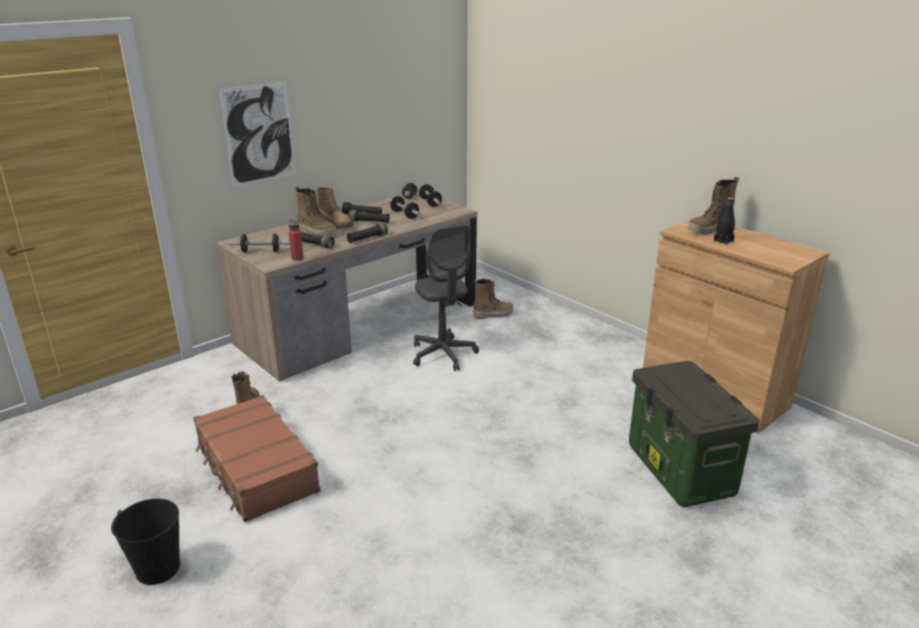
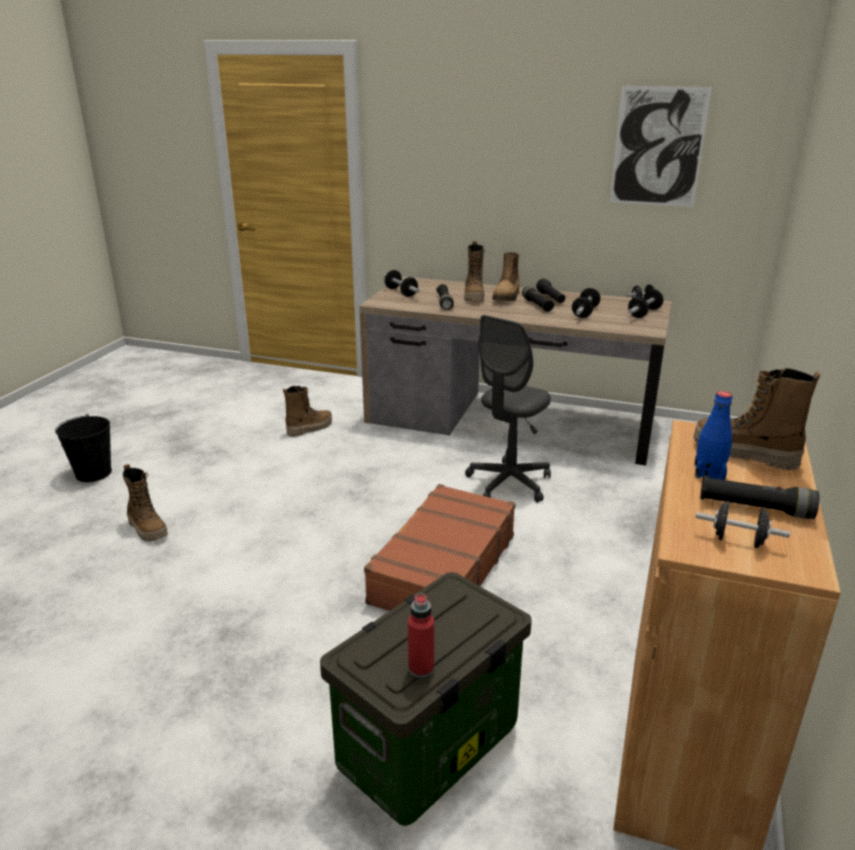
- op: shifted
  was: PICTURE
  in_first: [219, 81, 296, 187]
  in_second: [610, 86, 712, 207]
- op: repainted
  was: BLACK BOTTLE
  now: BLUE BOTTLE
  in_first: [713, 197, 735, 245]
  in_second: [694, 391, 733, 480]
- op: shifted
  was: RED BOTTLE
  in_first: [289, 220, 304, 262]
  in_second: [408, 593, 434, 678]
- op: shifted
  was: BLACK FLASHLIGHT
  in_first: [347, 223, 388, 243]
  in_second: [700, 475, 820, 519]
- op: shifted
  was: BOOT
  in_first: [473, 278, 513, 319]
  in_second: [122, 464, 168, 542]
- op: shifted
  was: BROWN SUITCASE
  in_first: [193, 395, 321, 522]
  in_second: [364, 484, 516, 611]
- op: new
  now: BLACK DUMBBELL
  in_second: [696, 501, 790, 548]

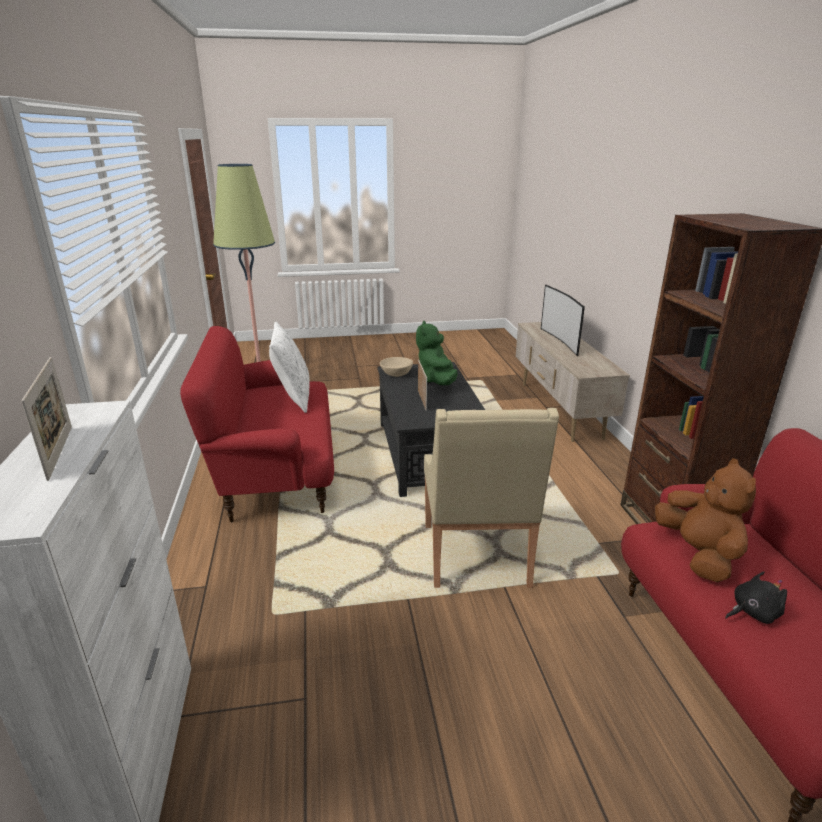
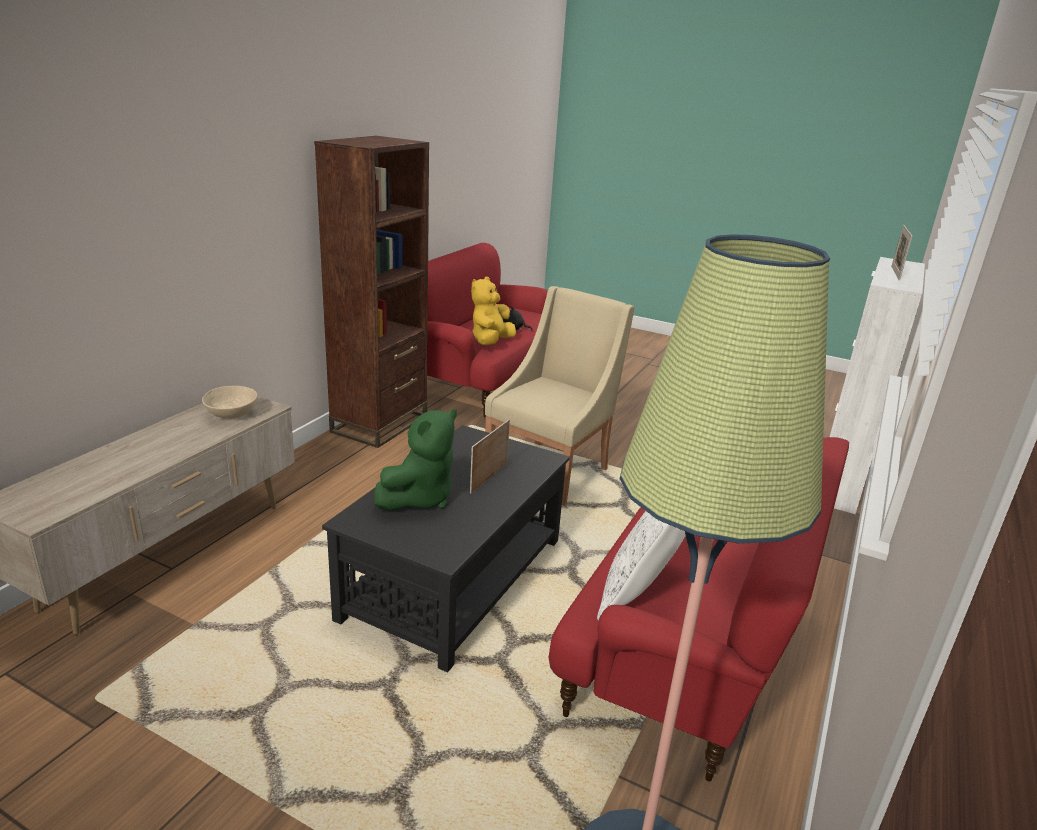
- op: gone
  was: TELEVISION
  in_first: [541, 285, 585, 356]
- op: shifted
  was: BEIGE BOWL
  in_first: [380, 357, 413, 377]
  in_second: [202, 386, 257, 419]
- op: repainted
  was: BROWN PLUSH TOY
  now: YELLOW PLUSH TOY
  in_first: [655, 458, 756, 583]
  in_second: [471, 277, 516, 345]

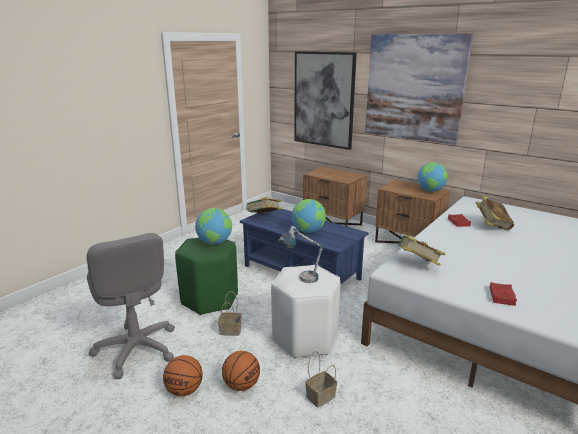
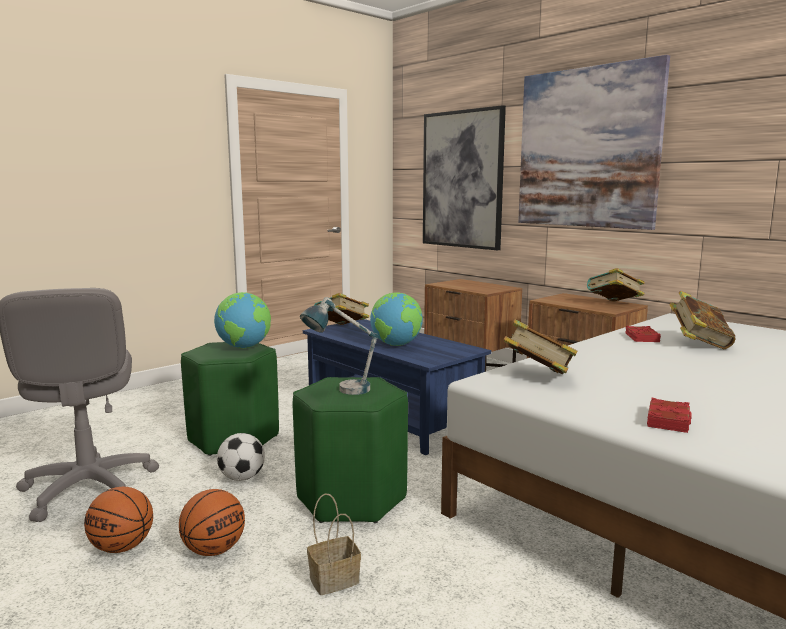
- op: swapped
  was: GLOBE
  now: BOOK
  in_first: [417, 162, 448, 192]
  in_second: [587, 268, 645, 302]
- op: repainted
  was: WHITE STOOL
  now: GREEN STOOL
  in_first: [271, 265, 341, 358]
  in_second: [293, 377, 408, 523]
- op: swapped
  was: BASKET
  now: FOOTBALL
  in_first: [218, 291, 242, 336]
  in_second: [217, 433, 265, 481]

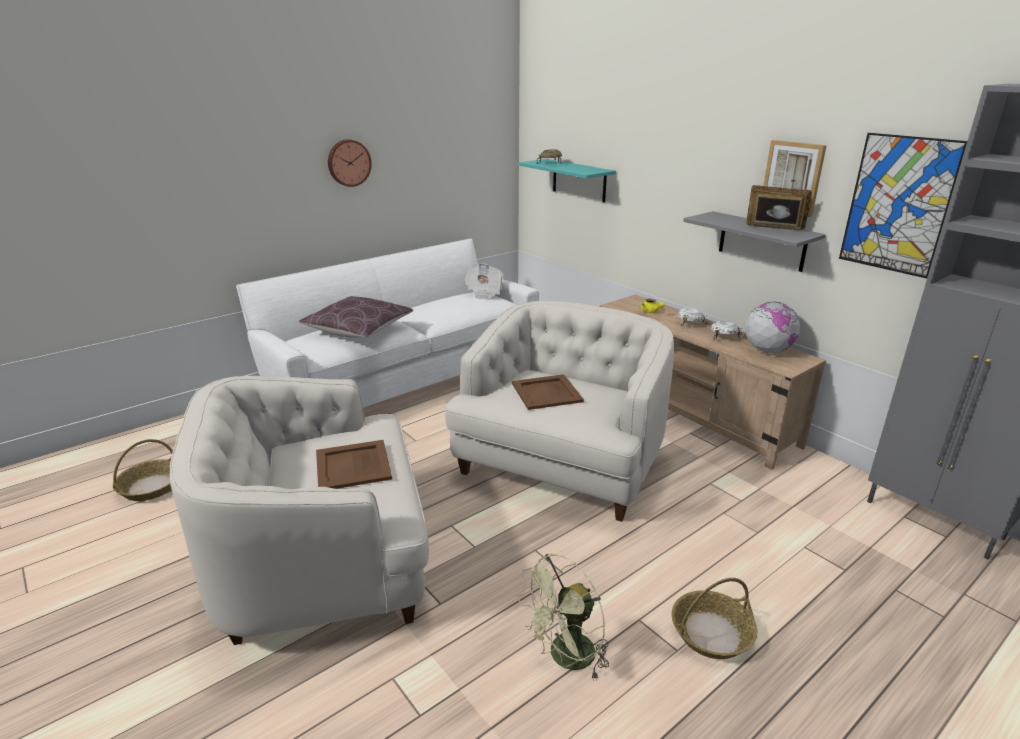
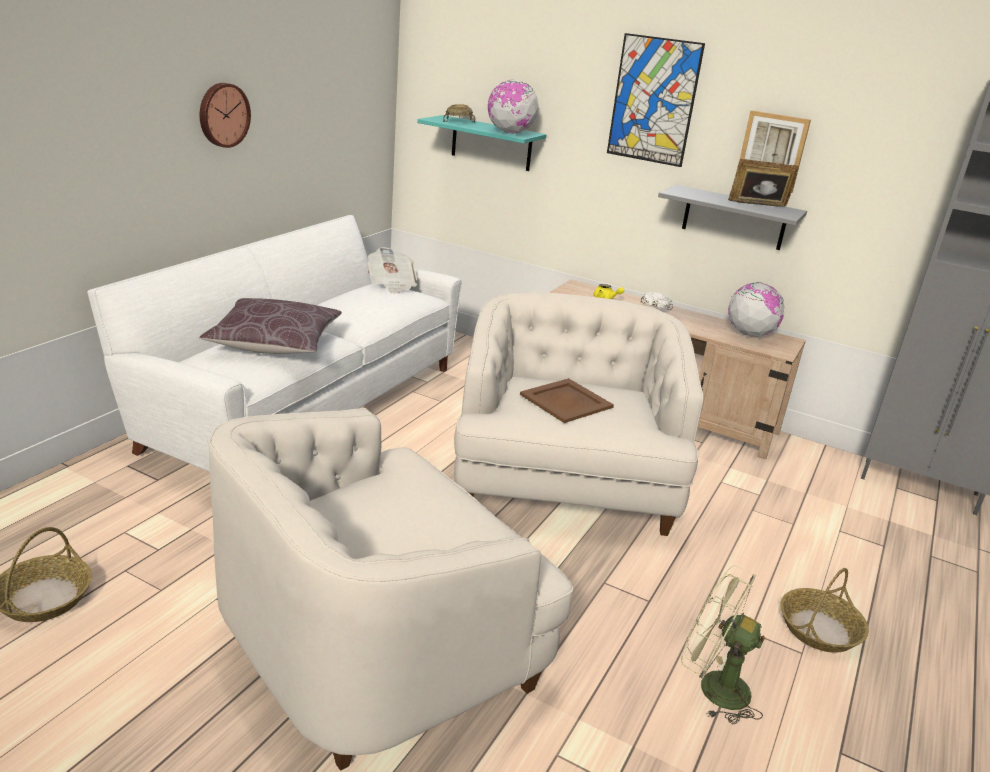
- op: shifted
  was: PICTURE
  in_first: [839, 133, 967, 279]
  in_second: [607, 33, 705, 167]
- op: gone
  was: WHITE BOWL
  in_first: [711, 321, 744, 340]
- op: gone
  was: BROWN TRAY
  in_first: [316, 440, 392, 489]
- op: rotated
  was: GREEN FAN
  in_first: [517, 554, 609, 681]
  in_second: [681, 565, 765, 724]
  clockwise: 90
- op: new
  now: GLOBE
  in_second: [487, 80, 539, 133]

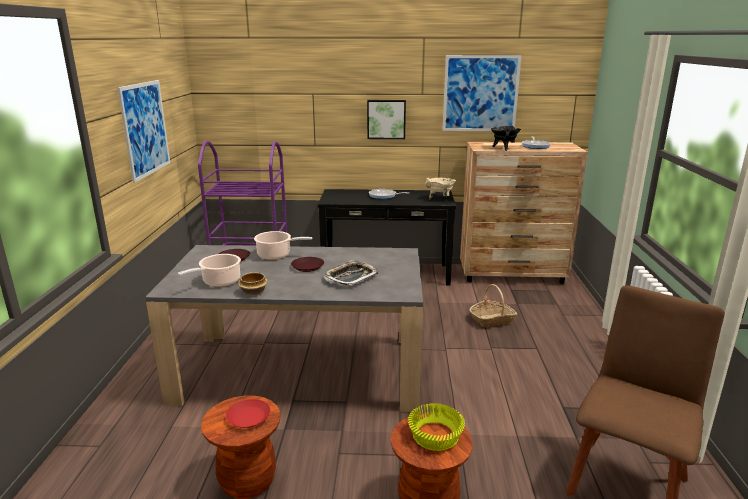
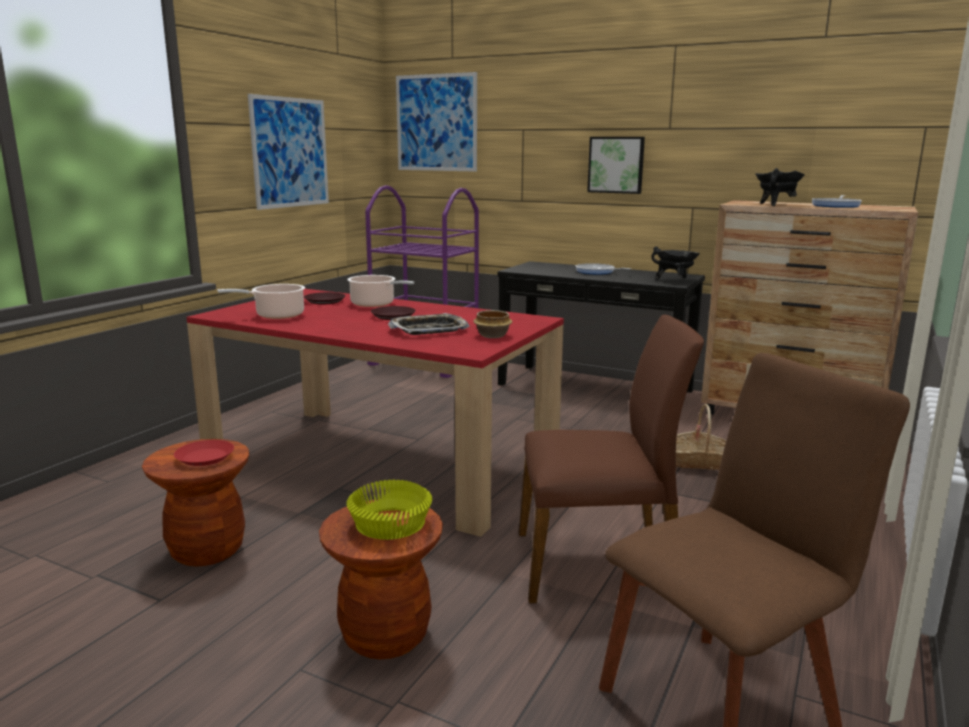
- op: shifted
  was: PICTURE
  in_first: [442, 55, 522, 131]
  in_second: [396, 72, 477, 172]
- op: repainted
  was: BEIGE COOKING POT
  now: BLACK COOKING POT
  in_first: [425, 178, 456, 199]
  in_second: [651, 246, 700, 280]
- op: repainted
  was: GREY DINING TABLE
  now: RED DINING TABLE
  in_first: [145, 245, 423, 412]
  in_second: [187, 289, 564, 537]
- op: shifted
  was: BOWL
  in_first: [238, 272, 268, 296]
  in_second: [473, 310, 512, 338]
- op: new
  now: BROWN CHAIR
  in_second: [519, 315, 704, 603]

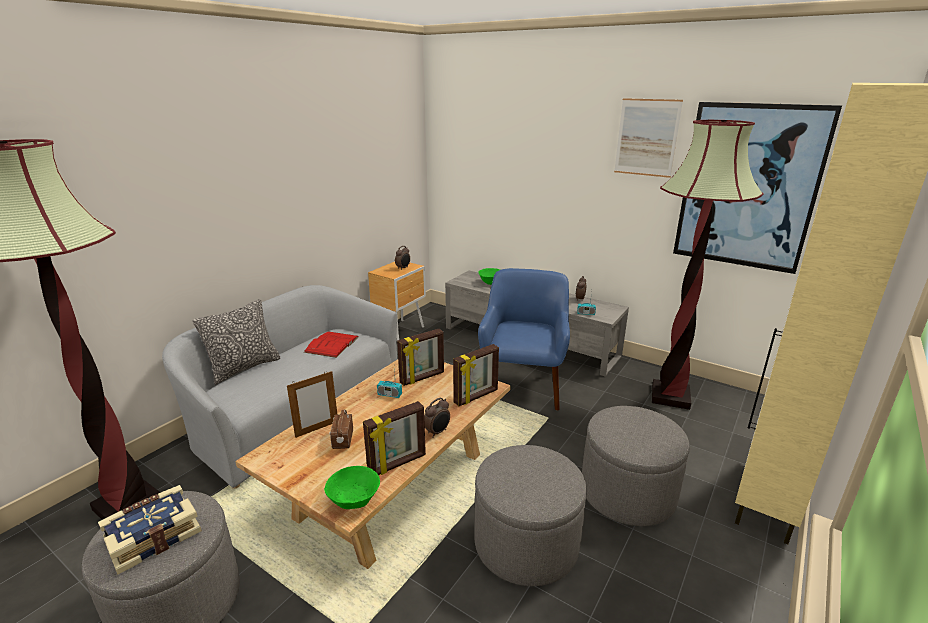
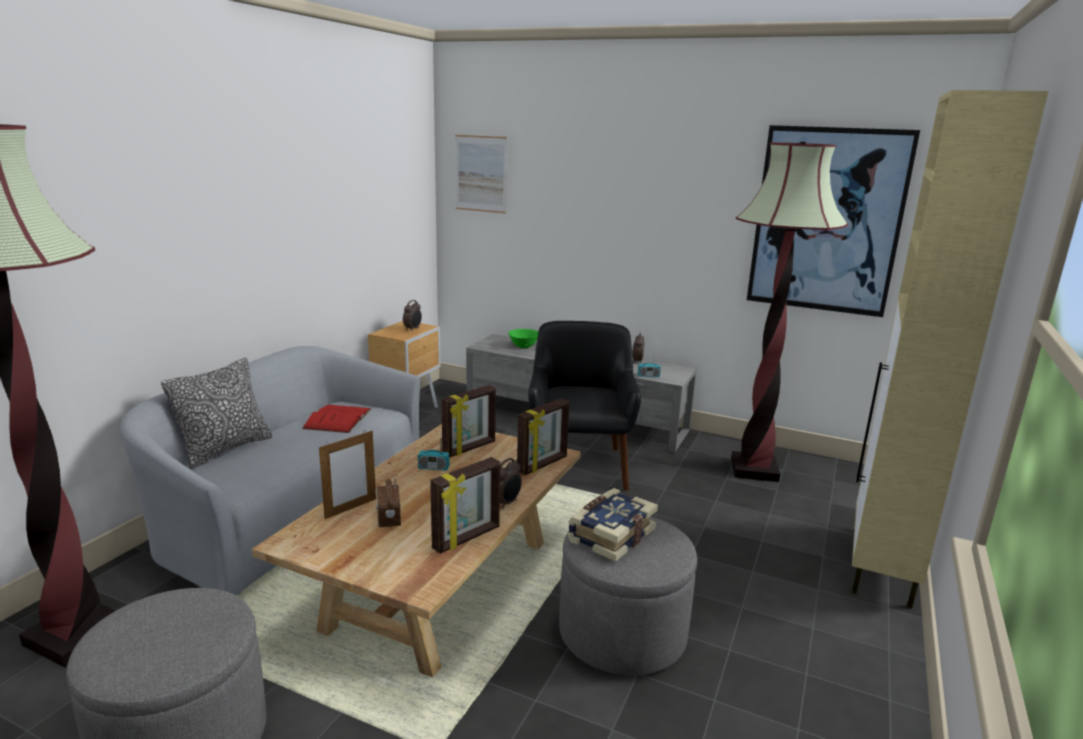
- op: shifted
  was: PICTURE
  in_first: [614, 98, 683, 178]
  in_second: [455, 135, 507, 213]
- op: repainted
  was: BLUE ARMCHAIR
  now: BLACK ARMCHAIR
  in_first: [478, 268, 570, 411]
  in_second: [528, 321, 641, 491]
- op: gone
  was: GREY OTTOMAN
  in_first: [582, 406, 690, 526]
- op: gone
  was: GREEN BOWL
  in_first: [324, 466, 380, 509]
- op: shifted
  was: BOOK
  in_first: [98, 485, 202, 575]
  in_second: [568, 488, 658, 562]

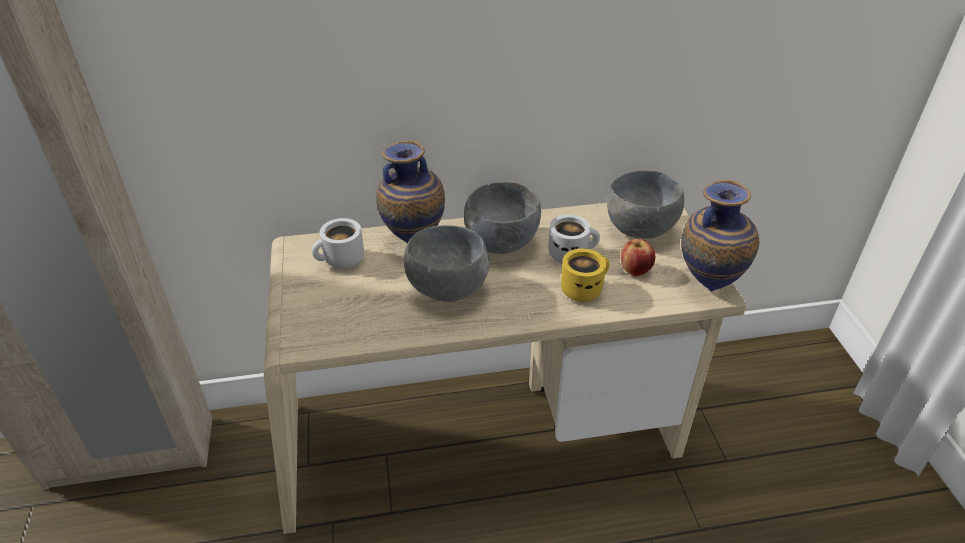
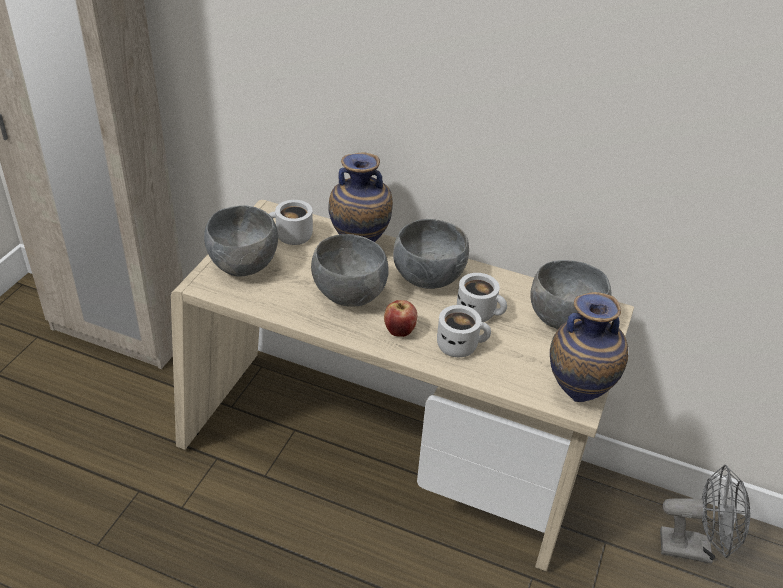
- op: shifted
  was: APPLE
  in_first: [621, 239, 655, 276]
  in_second: [384, 300, 417, 337]
- op: repainted
  was: YELLOW MUG
  now: WHITE MUG
  in_first: [561, 248, 610, 302]
  in_second: [437, 305, 491, 357]
- op: new
  now: GREY BOWL
  in_second: [204, 205, 278, 277]
- op: new
  now: GREY FAN
  in_second: [660, 465, 750, 564]

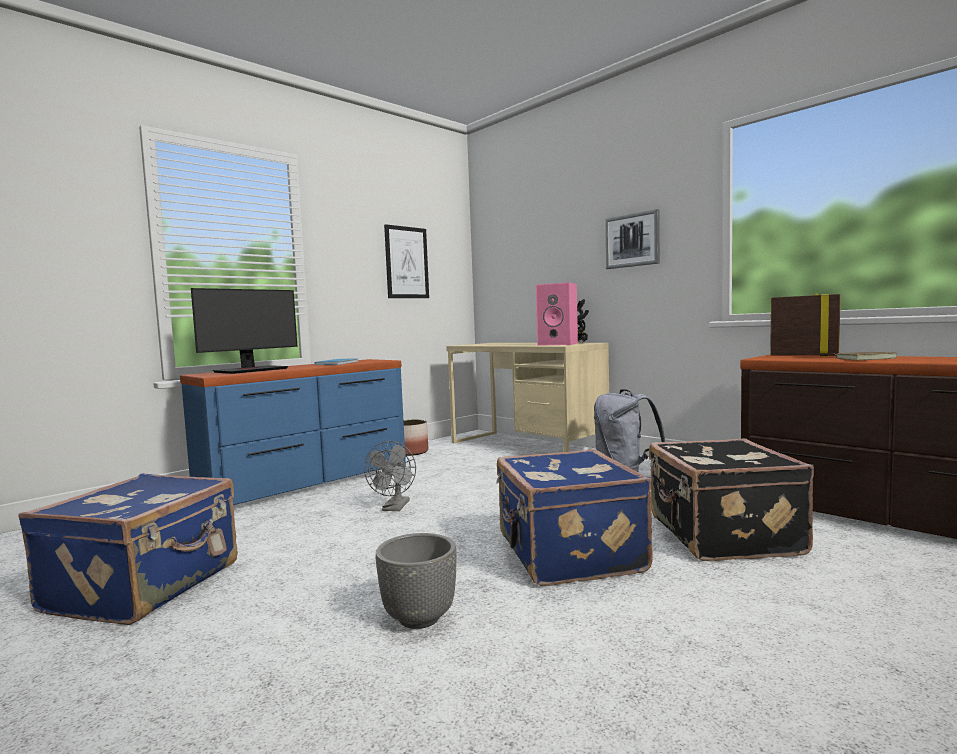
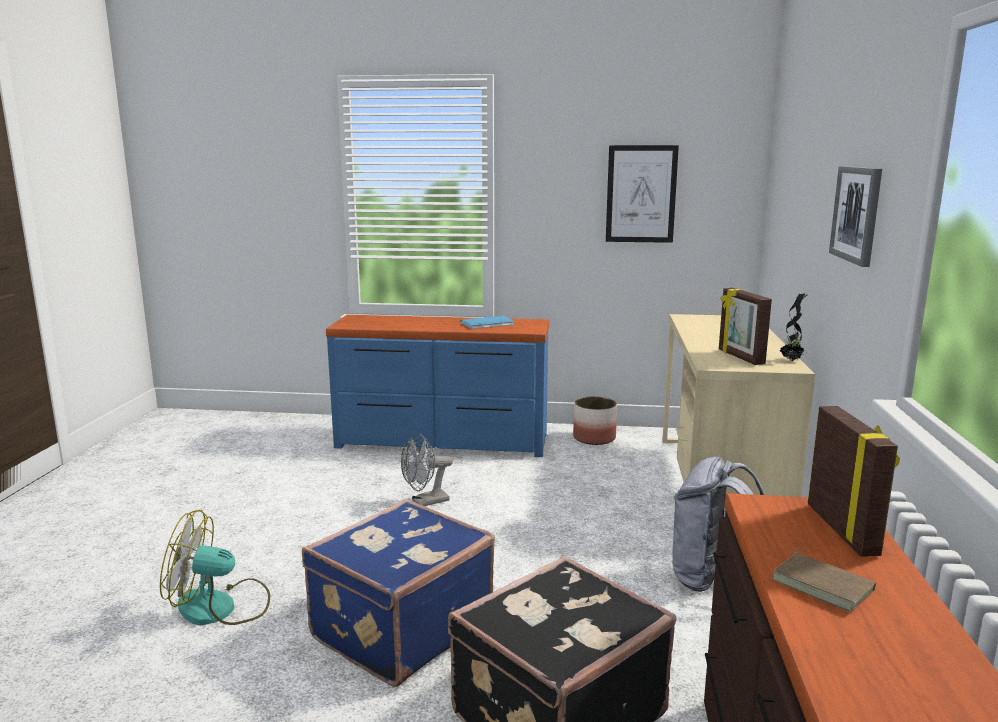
- op: swapped
  was: PINK SPEAKER
  now: PICTURE FRAME
  in_first: [536, 282, 578, 346]
  in_second: [719, 288, 772, 365]
- op: gone
  was: MONITOR
  in_first: [191, 288, 297, 374]
- op: gone
  was: BLUE SUITCASE
  in_first: [18, 473, 238, 625]
- op: swapped
  was: GREY PLANTER
  now: FAN
  in_first: [376, 533, 457, 629]
  in_second: [160, 510, 270, 625]

